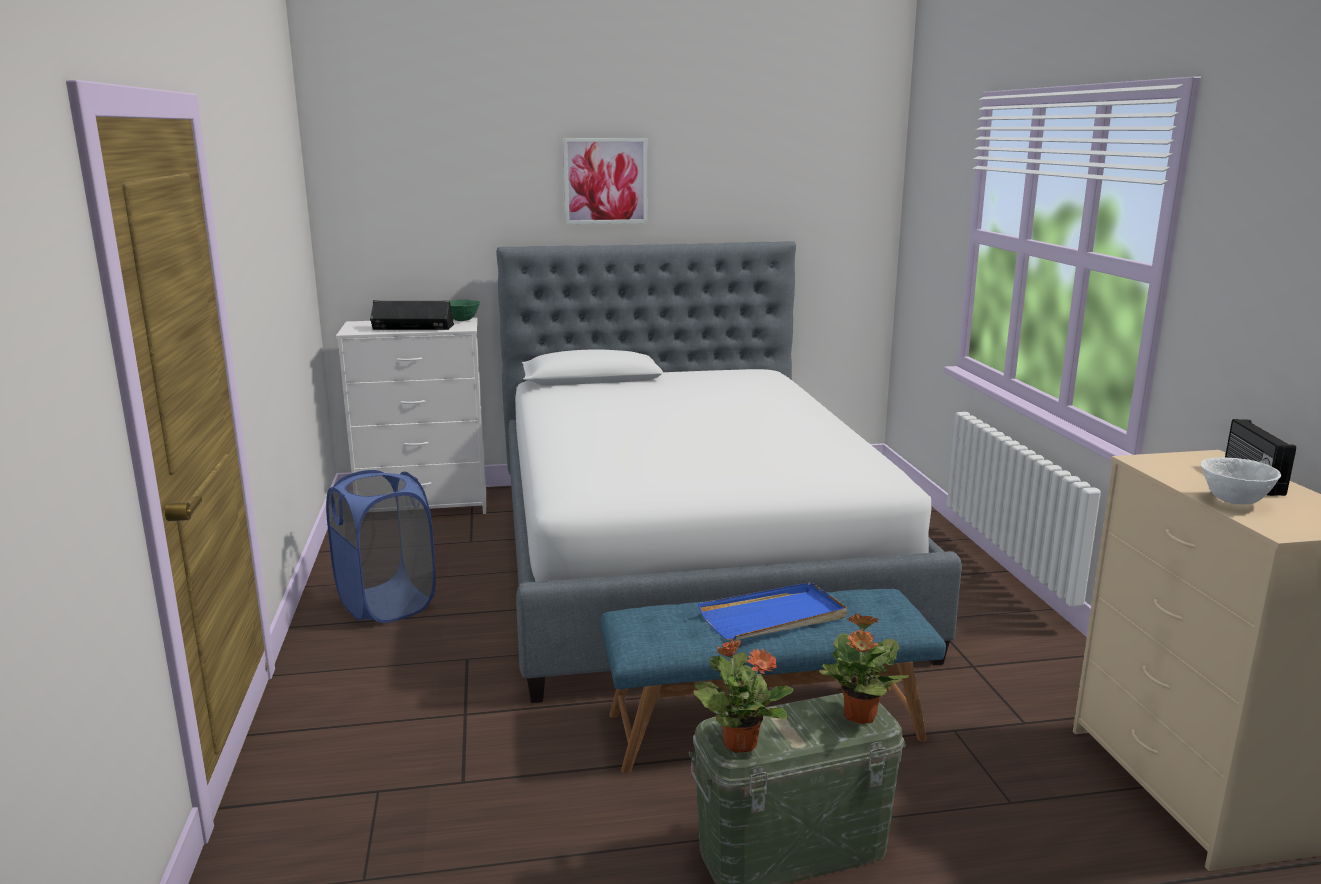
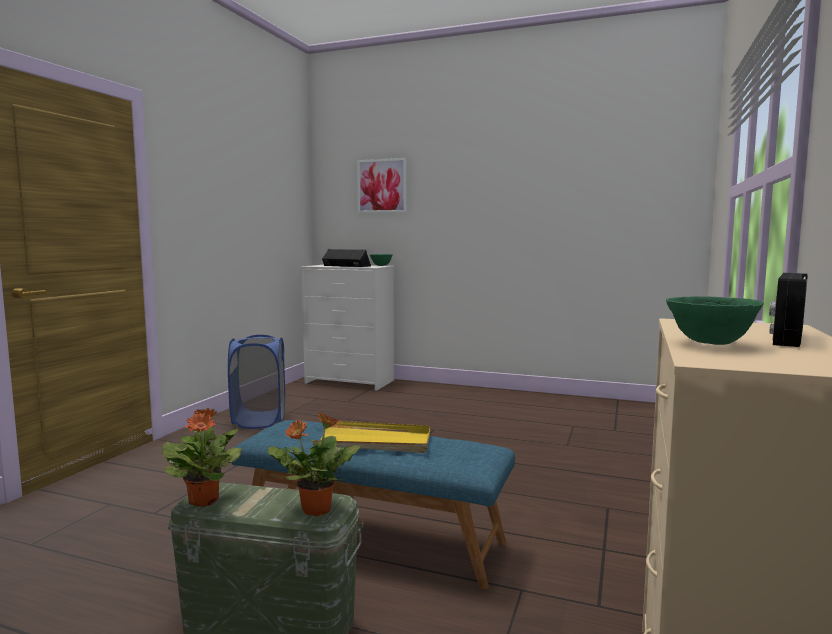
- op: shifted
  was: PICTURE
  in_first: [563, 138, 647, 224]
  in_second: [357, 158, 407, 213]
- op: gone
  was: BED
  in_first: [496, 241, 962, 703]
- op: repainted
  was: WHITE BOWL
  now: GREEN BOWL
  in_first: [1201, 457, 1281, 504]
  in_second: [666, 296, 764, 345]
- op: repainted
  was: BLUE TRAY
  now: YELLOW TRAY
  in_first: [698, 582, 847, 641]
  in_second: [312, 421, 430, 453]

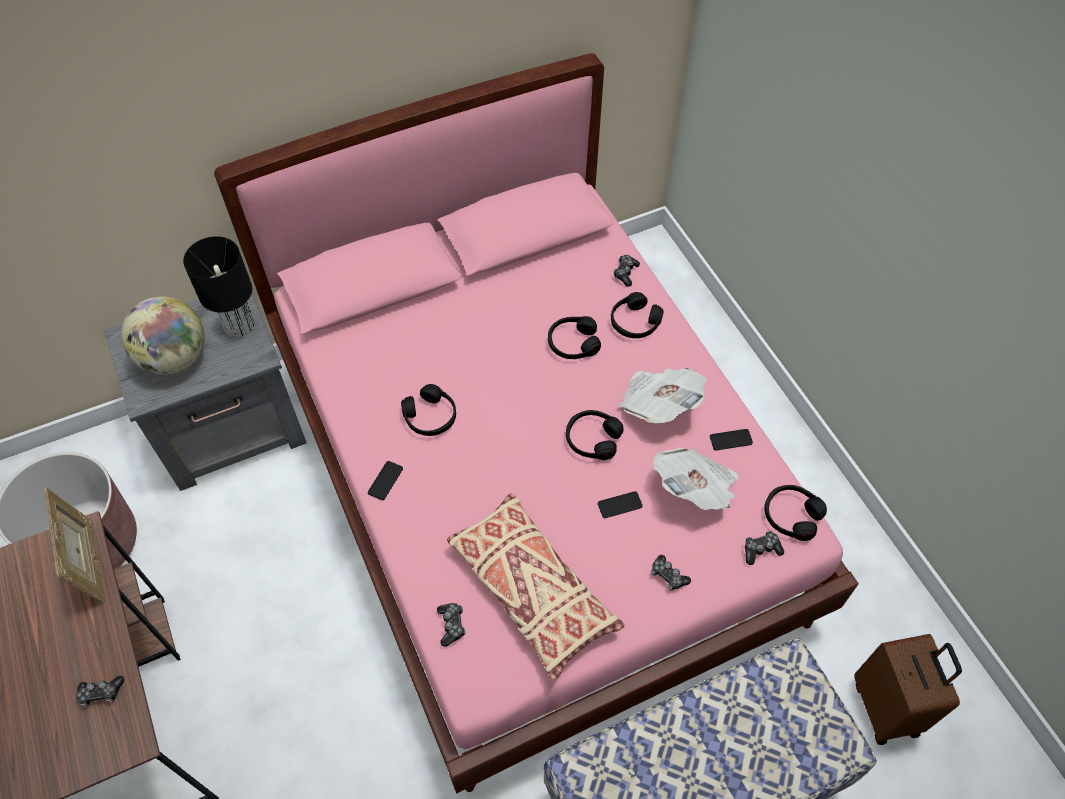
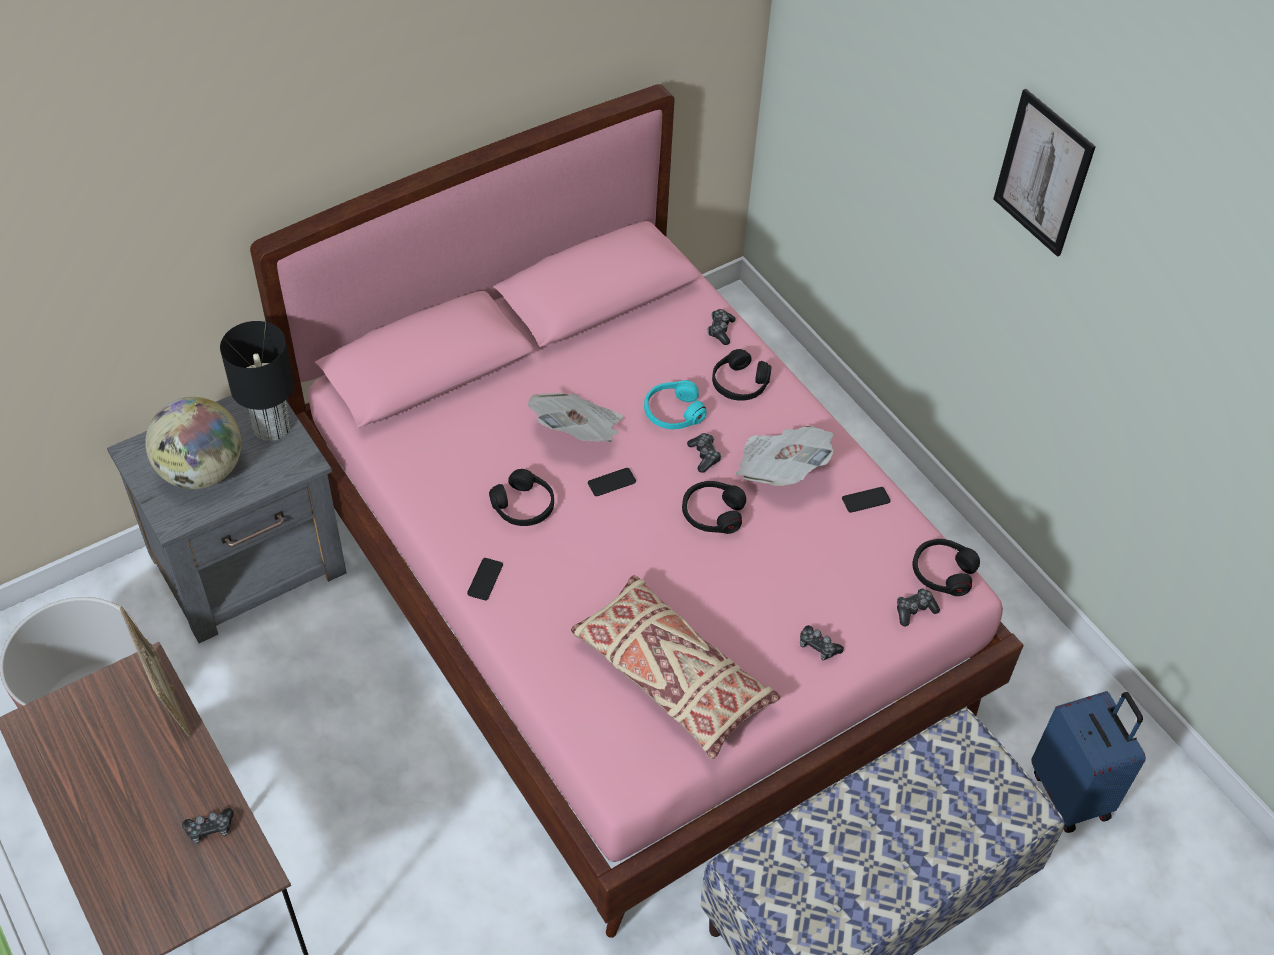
- op: repainted
  was: BLACK HEADPHONES
  now: TURQUOISE HEADPHONES
  in_first: [548, 316, 601, 359]
  in_second: [644, 380, 706, 429]
- op: shifted
  was: NEWSPAPER
  in_first: [653, 447, 738, 510]
  in_second: [528, 393, 623, 442]
- op: shifted
  was: PHONE
  in_first: [598, 491, 643, 518]
  in_second: [588, 468, 636, 496]
- op: shifted
  was: GAME CONTROLLER
  in_first: [437, 603, 466, 647]
  in_second: [687, 433, 722, 473]
- op: repainted
  was: BROWN SUITCASE
  now: BLUE SUITCASE
  in_first: [854, 634, 962, 745]
  in_second: [1031, 691, 1146, 833]
- op: new
  now: PICTURE
  in_second: [993, 89, 1096, 257]

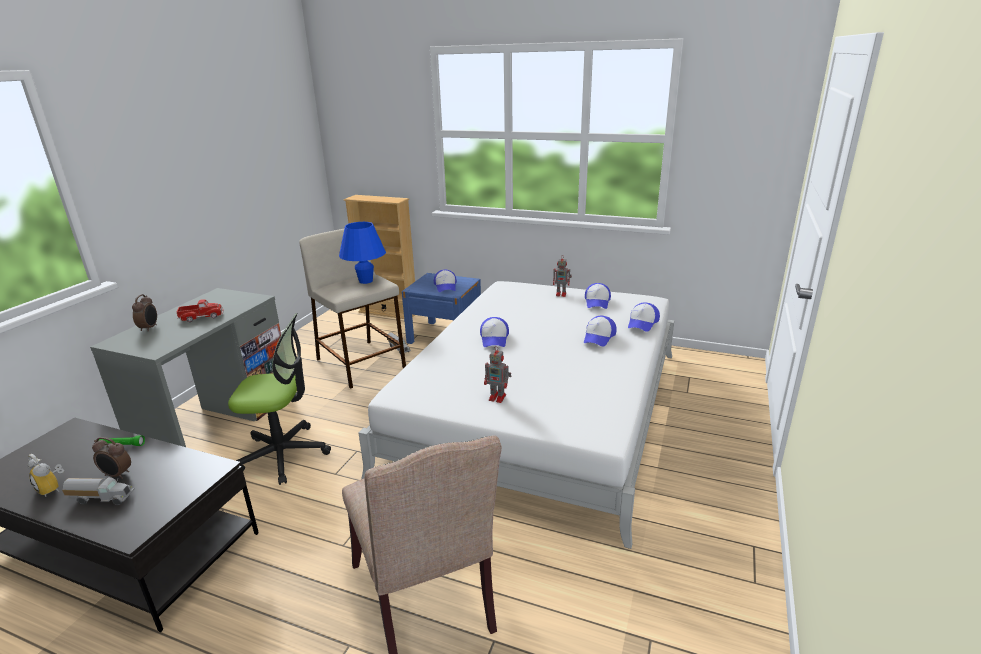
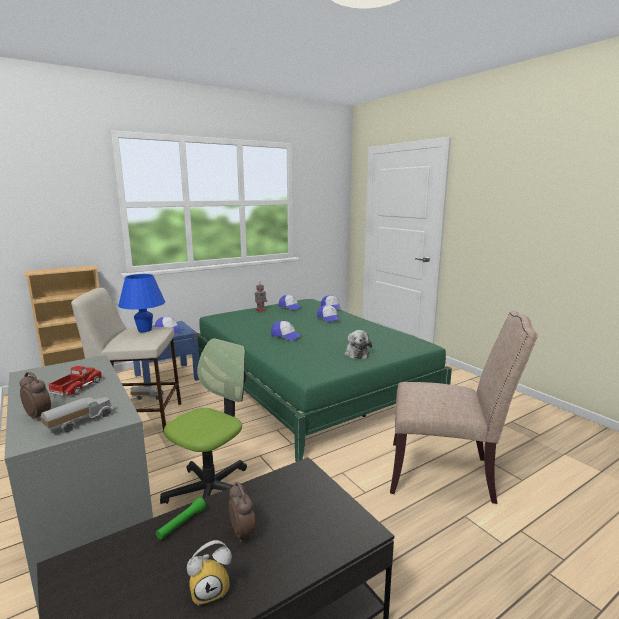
- op: repainted
  was: WHITE BED
  now: GREEN BED
  in_first: [359, 281, 674, 549]
  in_second: [197, 299, 452, 462]
- op: swapped
  was: TOY ROBOT
  now: PLUSH TOY
  in_first: [484, 346, 511, 403]
  in_second: [344, 330, 372, 359]
- op: rotated
  was: ALARM CLOCK
  in_first: [92, 437, 131, 479]
  in_second: [229, 482, 256, 542]
  clockwise: -75
- op: shifted
  was: TOY TRUCK
  in_first: [62, 477, 135, 505]
  in_second: [40, 397, 114, 432]

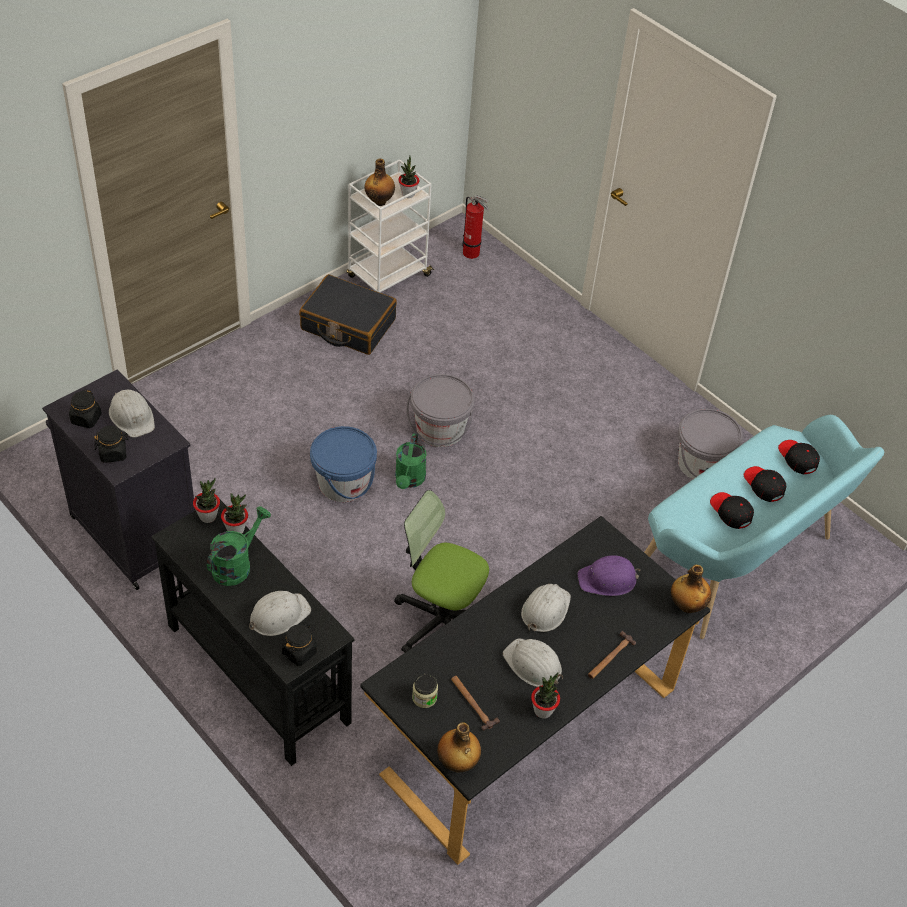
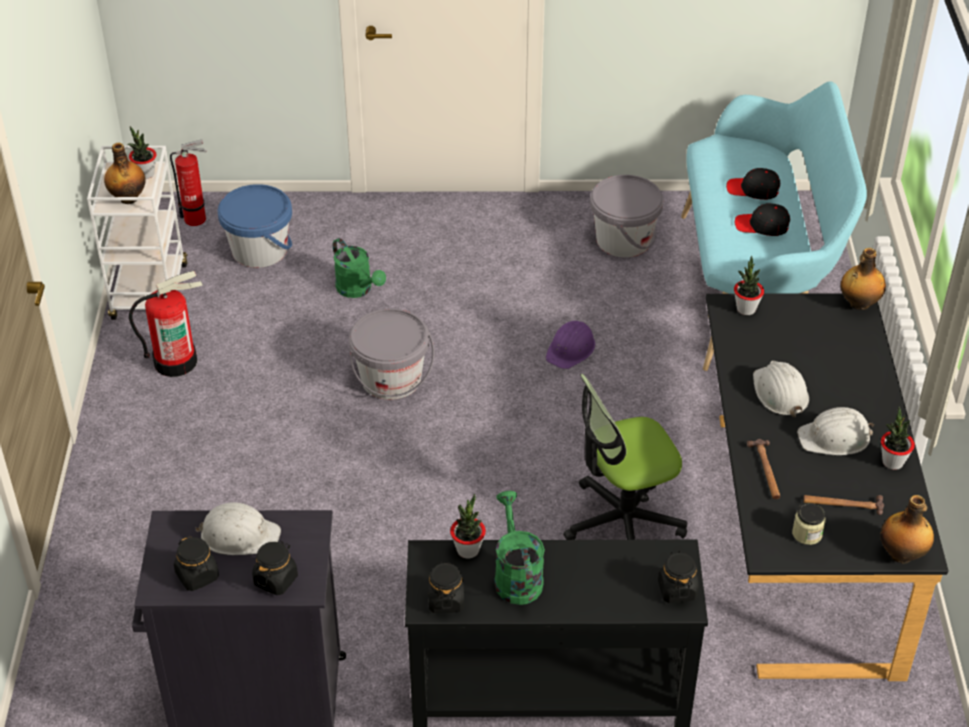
- op: swapped
  was: BLACK SUITCASE
  now: FIRE EXTINGUISHER
  in_first: [299, 274, 397, 355]
  in_second: [129, 271, 203, 377]
- op: shifted
  was: BLUE BUCKET
  in_first: [310, 426, 377, 502]
  in_second: [218, 184, 292, 268]
- op: shifted
  was: GREEN WATERING CAN
  in_first: [395, 433, 427, 489]
  in_second: [333, 238, 386, 298]
- op: gone
  was: BLACK CAP
  in_first: [778, 440, 820, 474]
- op: shifted
  was: POTTED PLANT
  in_first: [193, 478, 220, 523]
  in_second: [734, 256, 764, 315]
- op: shifted
  was: PURPLE HARD HAT
  in_first: [577, 555, 640, 596]
  in_second: [545, 321, 596, 369]
- op: gone
  was: WHITE HARD HAT
  in_first: [249, 591, 311, 636]
- op: shifted
  was: HAMMER
  in_first: [588, 631, 636, 679]
  in_second: [747, 439, 780, 499]
- op: new
  now: BLACK JAR
  in_second: [428, 561, 464, 613]

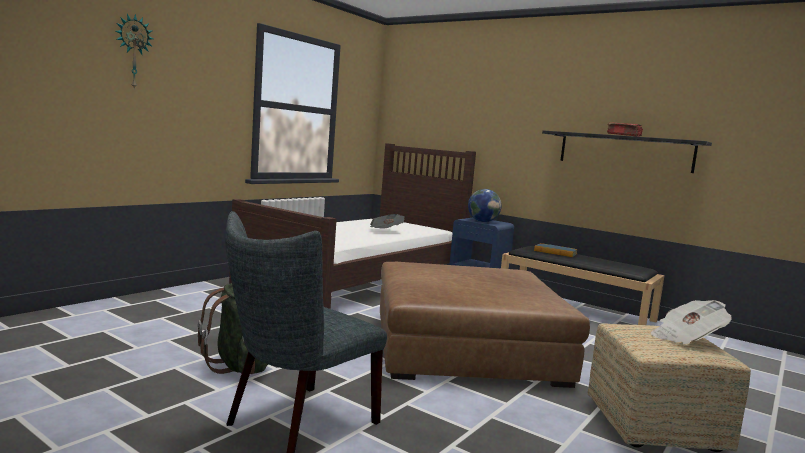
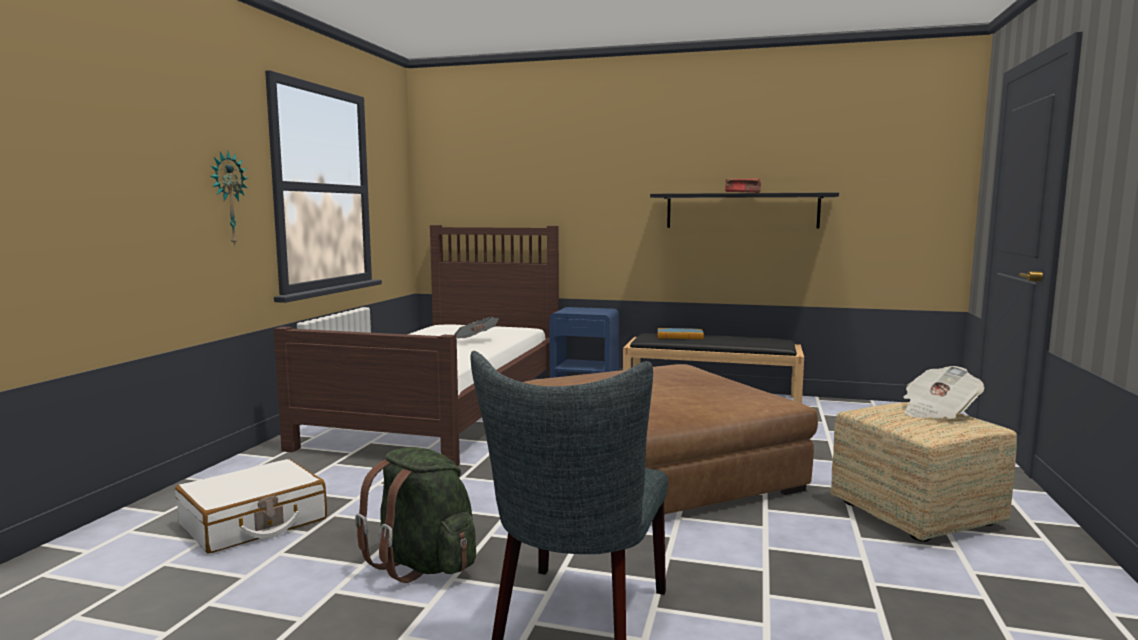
- op: shifted
  was: WALL CLOCK
  in_first: [115, 14, 153, 90]
  in_second: [210, 151, 248, 246]
- op: gone
  was: GLOBE
  in_first: [468, 189, 501, 222]
- op: new
  now: WHITE SUITCASE
  in_second: [175, 459, 327, 554]

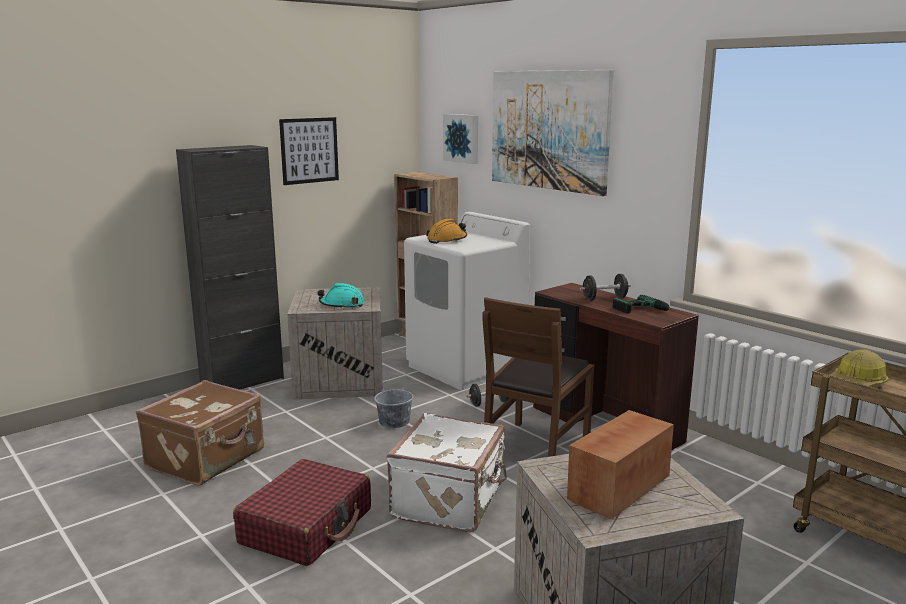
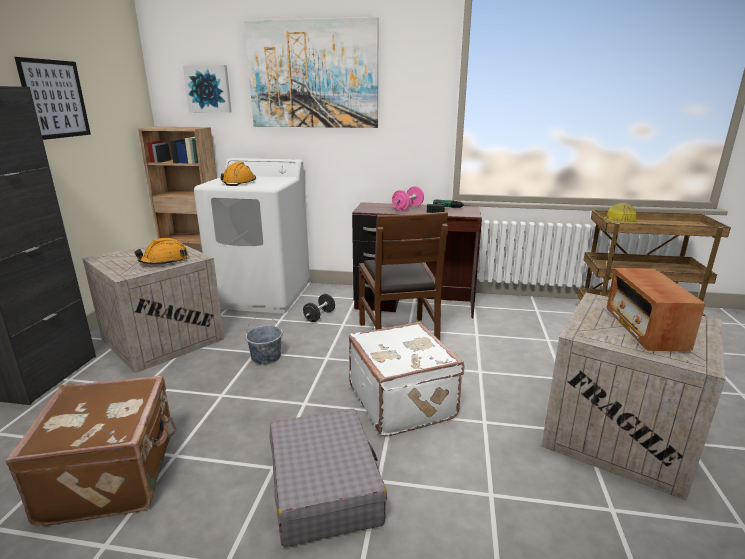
- op: repainted
  was: BLACK DUMBBELL
  now: PINK DUMBBELL
  in_first: [580, 274, 631, 301]
  in_second: [392, 186, 424, 211]
- op: repainted
  was: TURQUOISE HARD HAT
  now: ORANGE HARD HAT
  in_first: [317, 283, 364, 309]
  in_second: [134, 238, 188, 264]
- op: repainted
  was: RED SUITCASE
  now: GREY SUITCASE
  in_first: [233, 459, 371, 566]
  in_second: [270, 409, 387, 547]

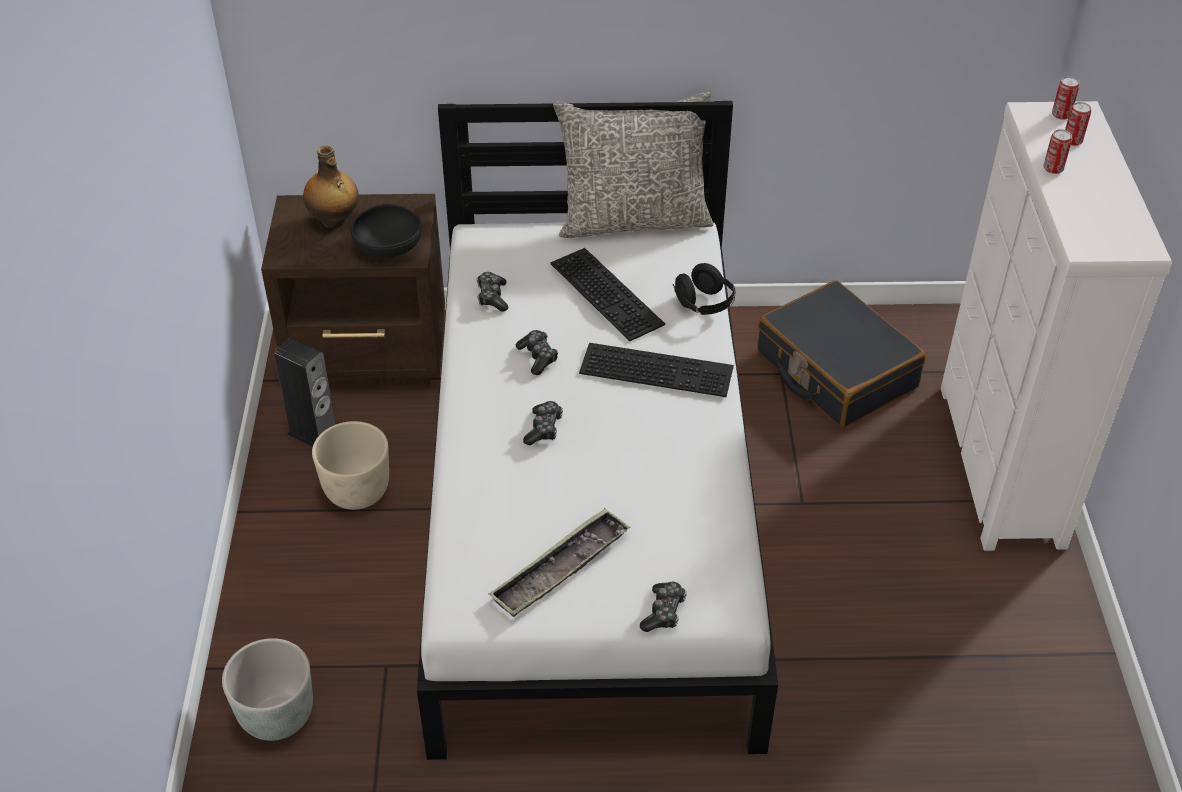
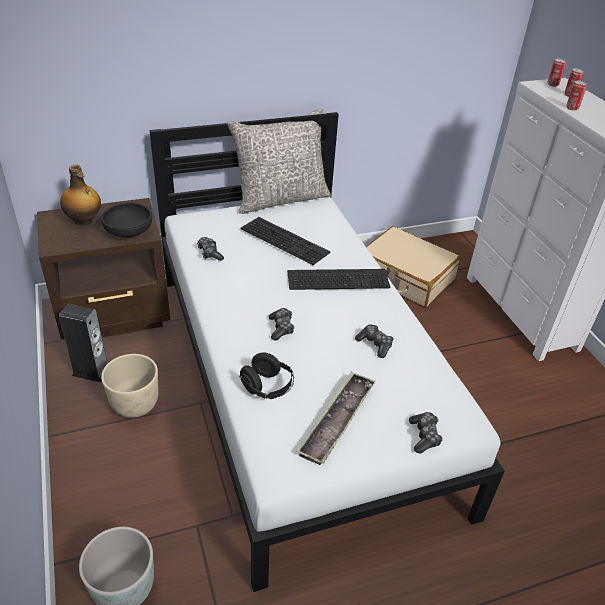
- op: shifted
  was: BLACK HEADPHONES
  in_first: [673, 263, 735, 315]
  in_second: [239, 352, 294, 399]
- op: repainted
  was: BLACK SUITCASE
  now: BEIGE SUITCASE
  in_first: [757, 280, 926, 428]
  in_second: [366, 226, 461, 307]
- op: shifted
  was: GAME CONTROLLER
  in_first: [516, 330, 558, 375]
  in_second: [355, 324, 394, 358]

